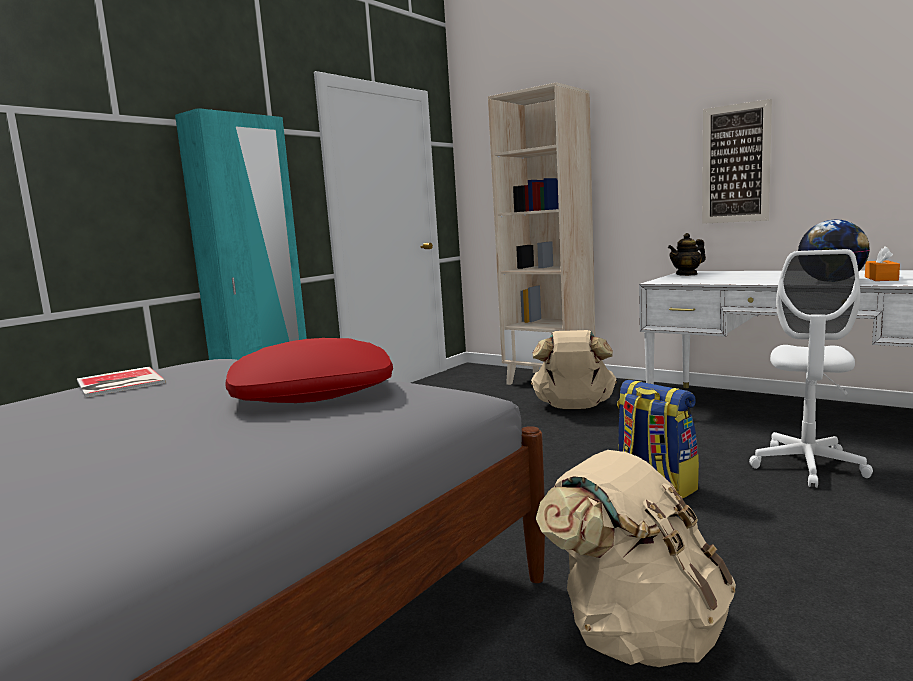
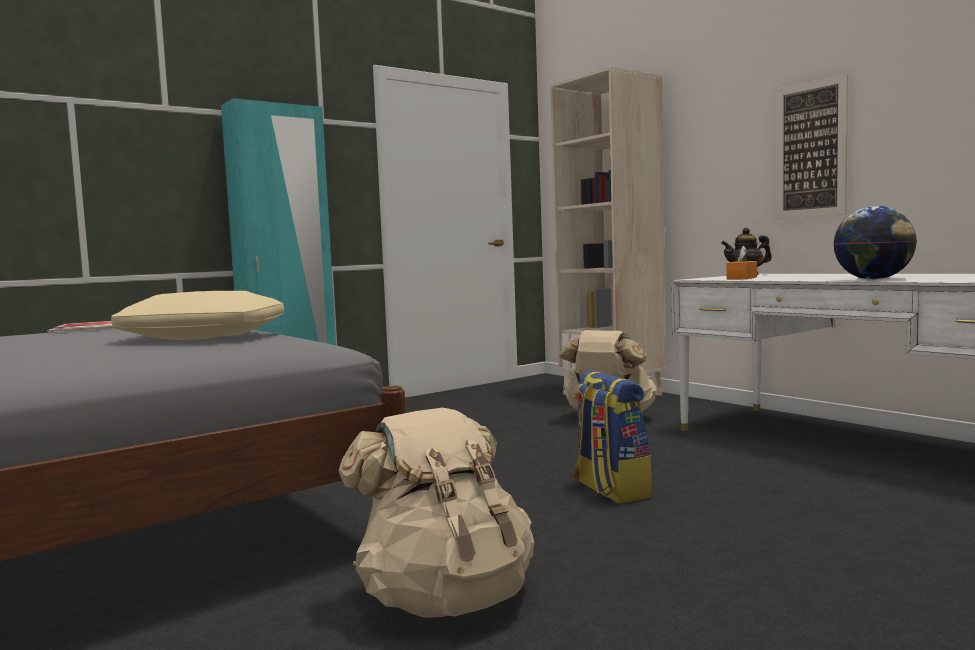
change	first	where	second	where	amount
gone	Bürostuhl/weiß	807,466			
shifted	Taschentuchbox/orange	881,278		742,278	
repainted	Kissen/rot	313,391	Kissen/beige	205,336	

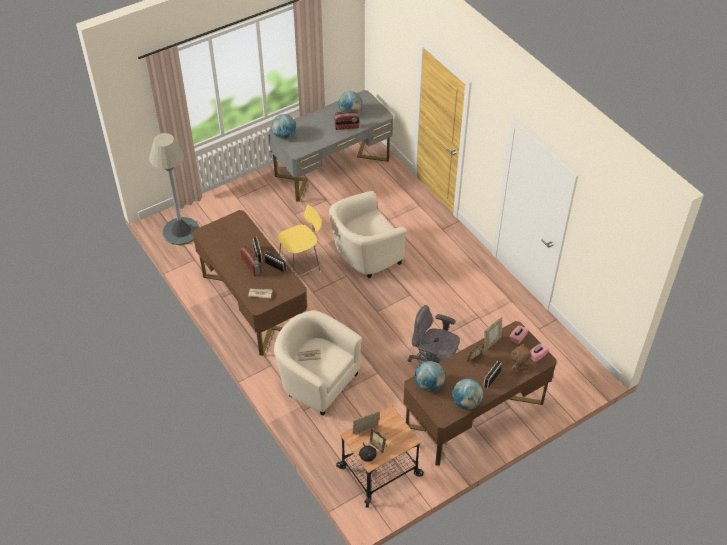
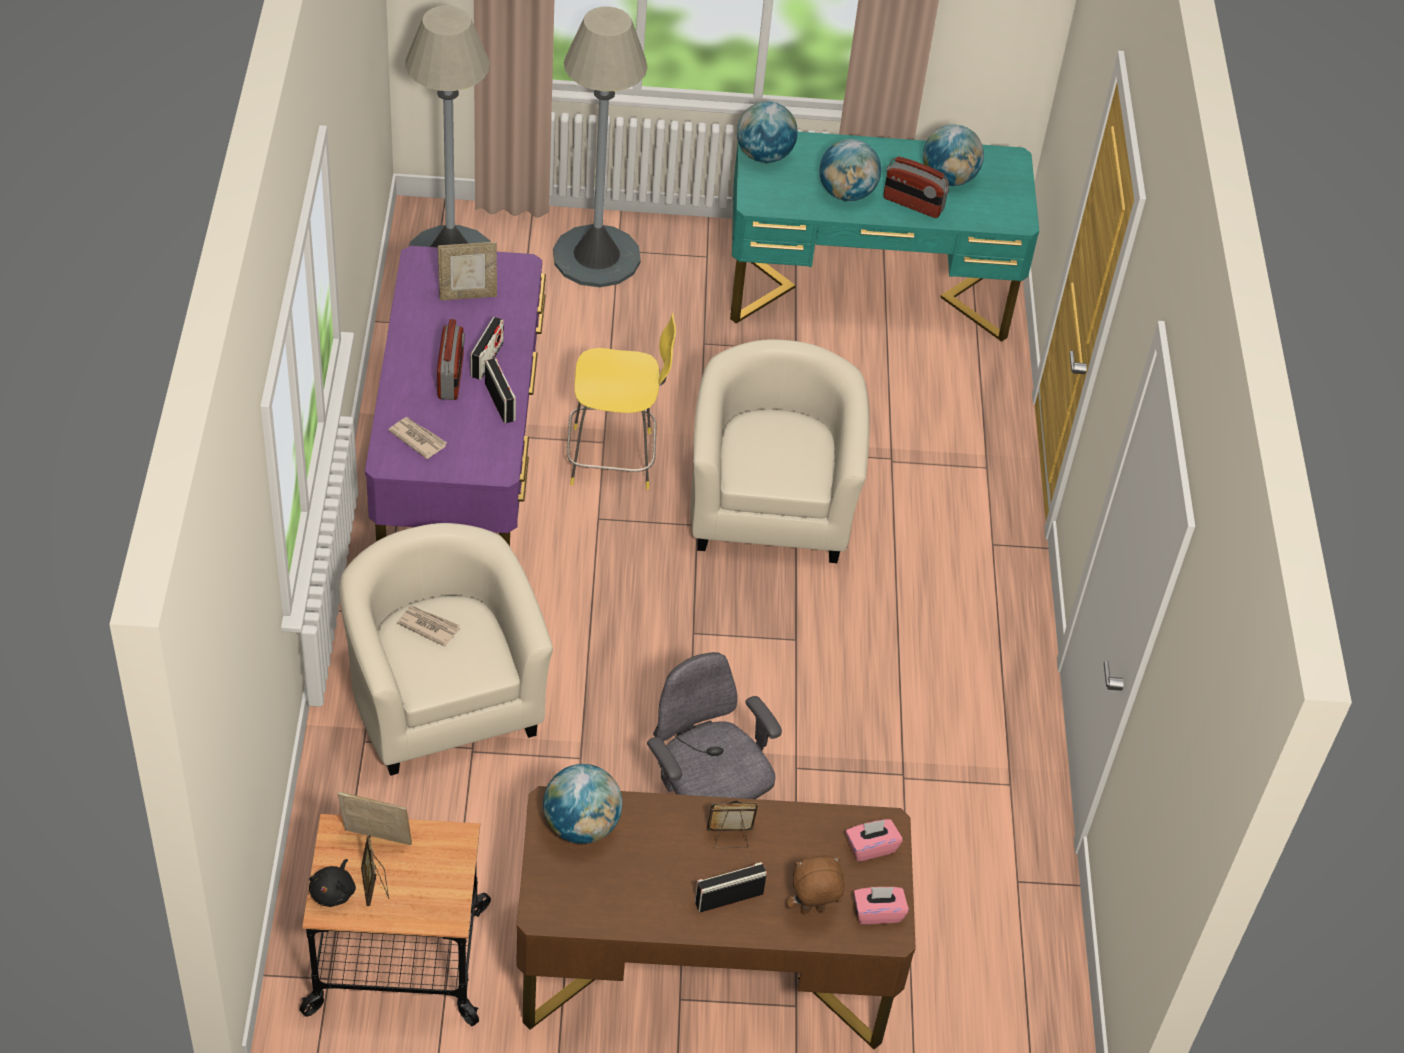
change	first	where	second	where	amount
new			Stehlampe/grau	596,257	
shifted	Globus	466,402		846,193	
shifted	Bilderrahmen	492,342		468,295	
repainted	Schreibtisch/braun	253,304	Schreibtisch/lila	458,474	
repainted	Schreibtisch/grau	332,168	Schreibtisch/türkis	867,293	
rotated	Sessel/beige	364,256		770,506	90 degrees clockwise

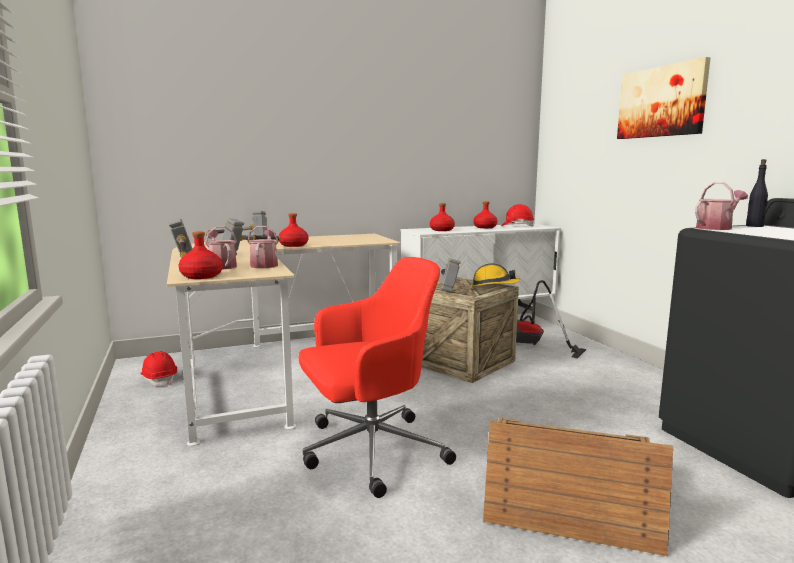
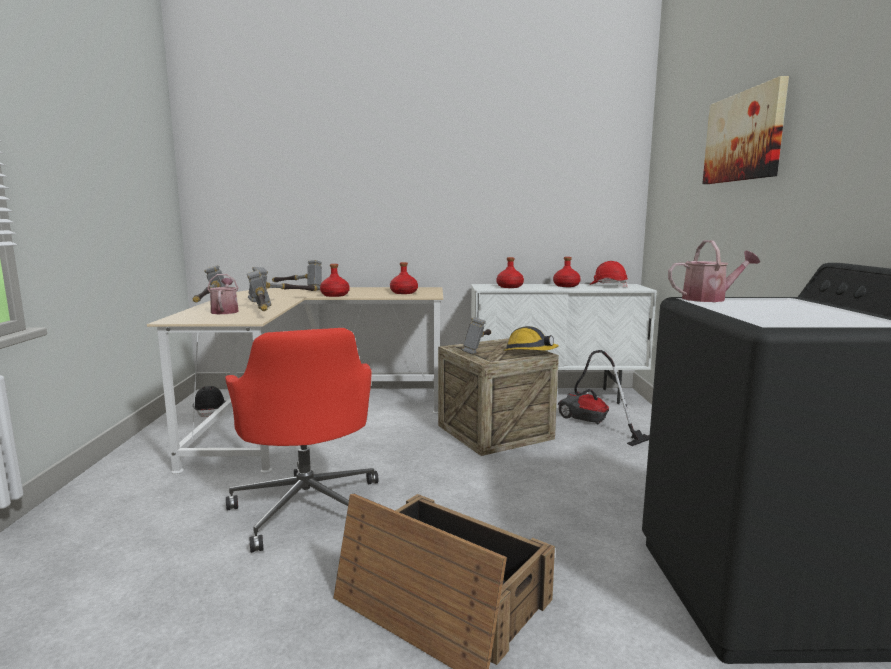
change	first	where	second	where	amount
gone	Flasche/schwarz	754,226			
shifted	Flasche/rot	201,276		404,292	
swapped	Gießkanne	265,265	Hammer	262,312	
repainted	Schutzhelm/rot	159,379	Schutzhelm/schwarz	210,411	
rotated	Bürostuhl/rot	370,451		308,507	75 degrees clockwise

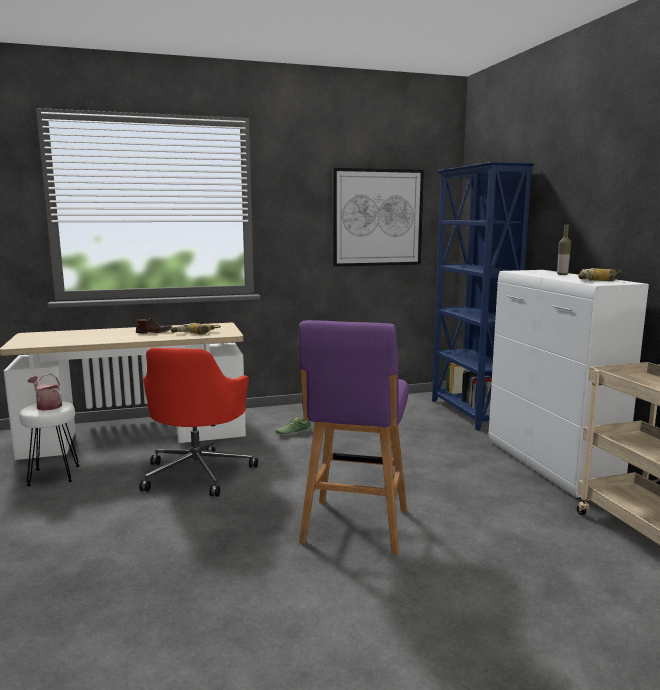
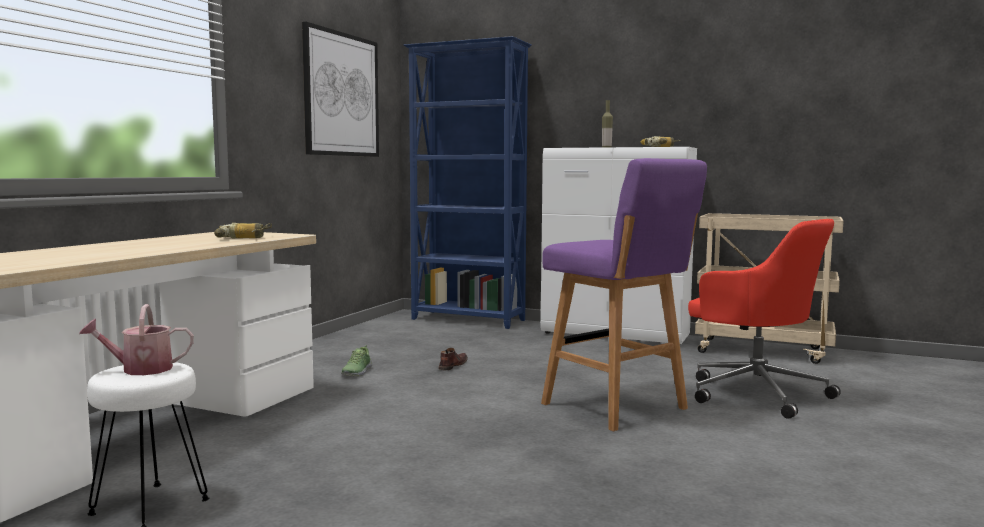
change	first	where	second	where	amount
shifted	Schuh/braun	154,332		452,365	
shifted	Bürostuhl/rot	198,473		754,392	

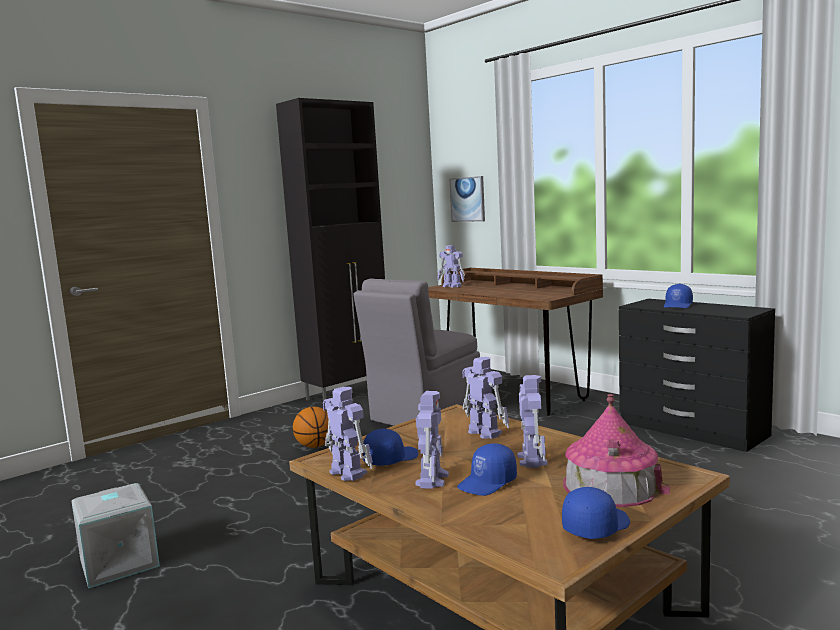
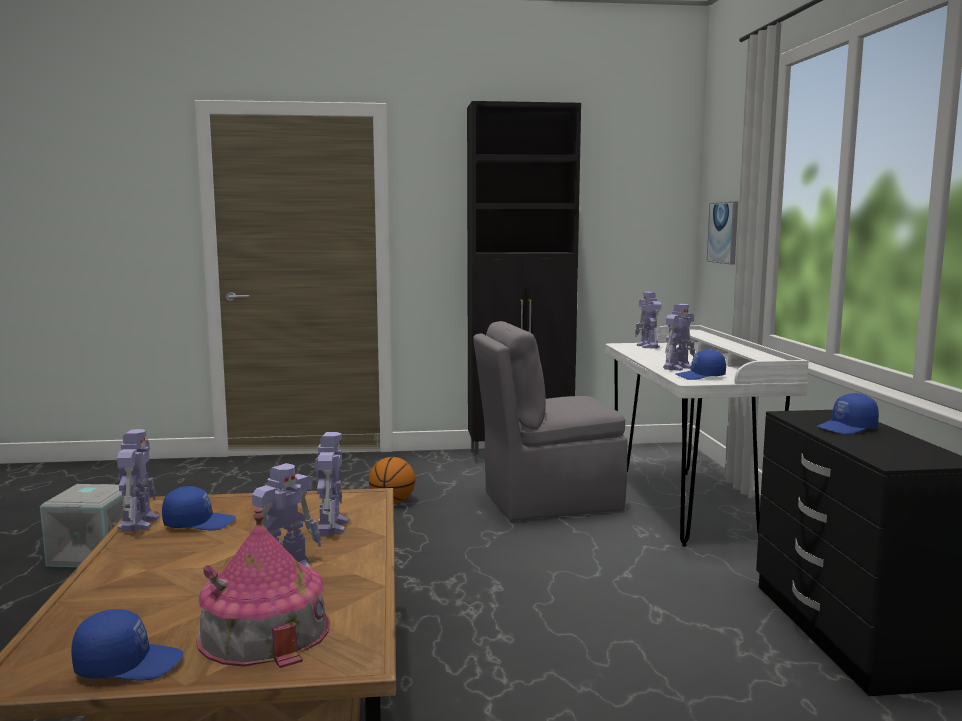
change	first	where	second	where	amount
shifted	Spielzeugroboter	432,479		678,368	
shifted	Kappe/blau	488,483		700,377	
repainted	Schreibtisch/braun	509,394	Schreibtisch/weiß	686,505	

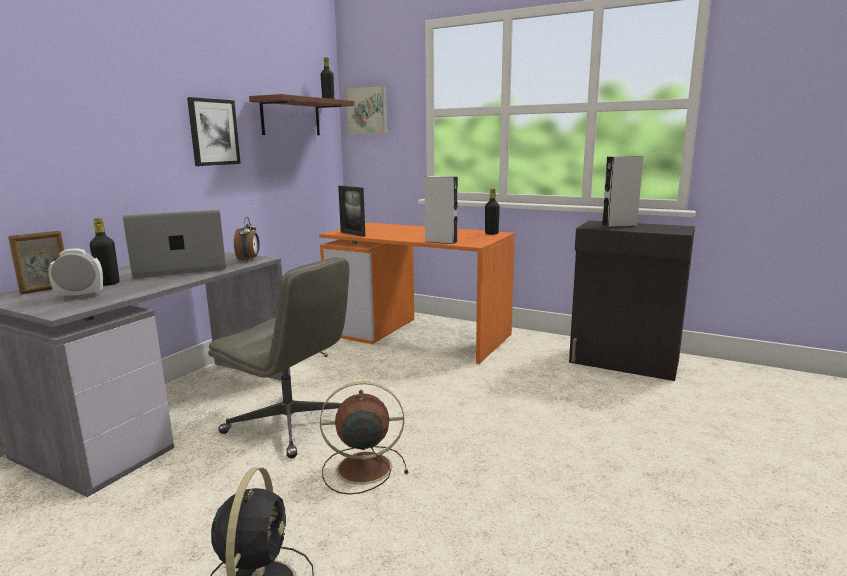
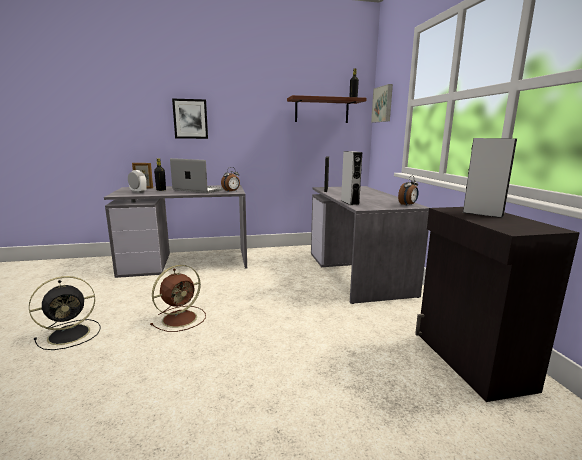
change	first	where	second	where	amount
gone	Bürostuhl/grau	291,424			
shifted	Bild	213,132		190,119	
swapped	Flasche/schwarz	491,233	Wecker	408,205	
repainted	Schreibtisch/orange	419,335	Schreibtisch/grau	358,273	
rotated	Ventilator/braun	361,468		181,318	90 degrees clockwise

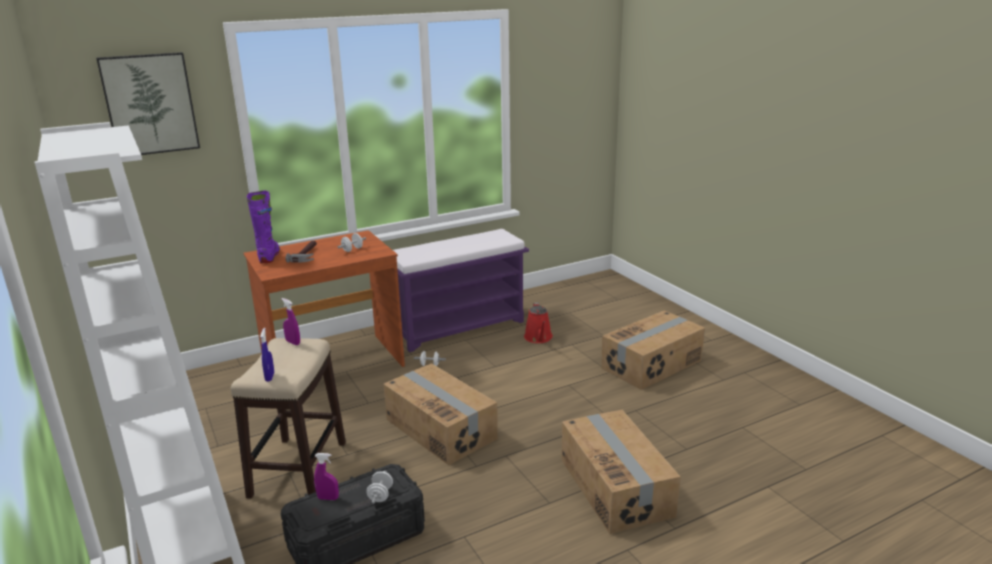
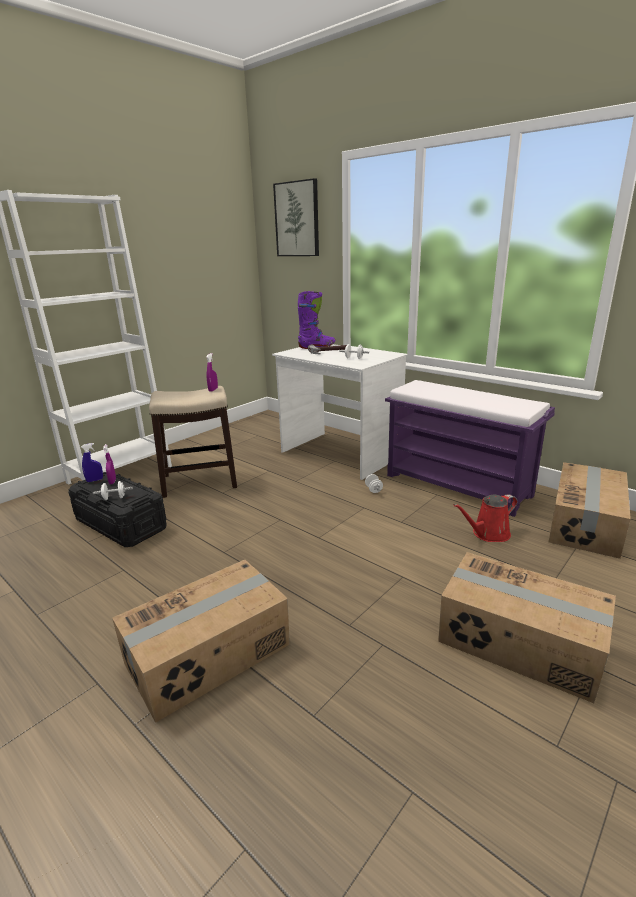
change	first	where	second	where	amount
shifted	Sprühflasche/blau	270,377		95,480	
shifted	Karton	441,428		586,524	
repainted	Schreibtisch/braun	333,365	Schreibtisch/weiß	339,454	

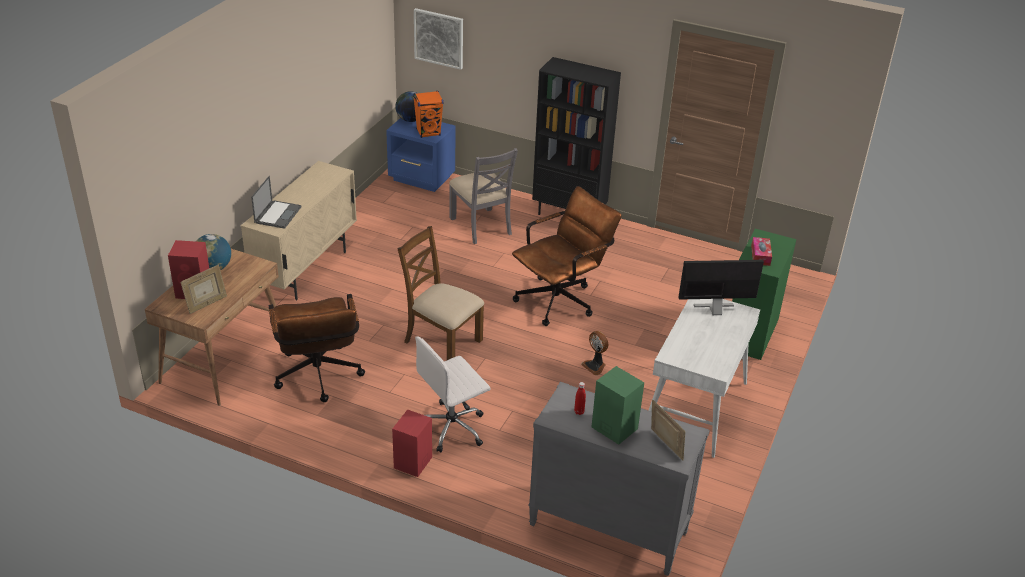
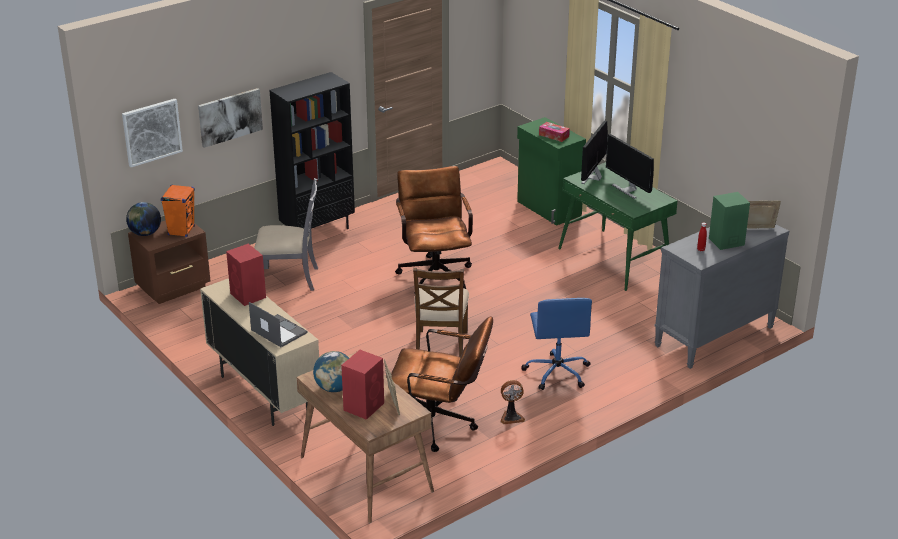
change	first	where	second	where	amount
new			Bild	230,117	
new			Monitor	628,190	
shifted	Lautsprecher/rot	412,463		248,296	
shifted	Ventilator	595,366		511,417	
repainted	Nachttisch/blau	422,179	Nachttisch/braun	174,287	
repainted	Bürostuhl/weiß	453,427	Bürostuhl/blau	557,372	
repainted	Schreibtisch/weiß	695,409	Schreibtisch/grün	614,260	
rotated	Stuhl/braun	442,341		440,346	60 degrees counterclockwise

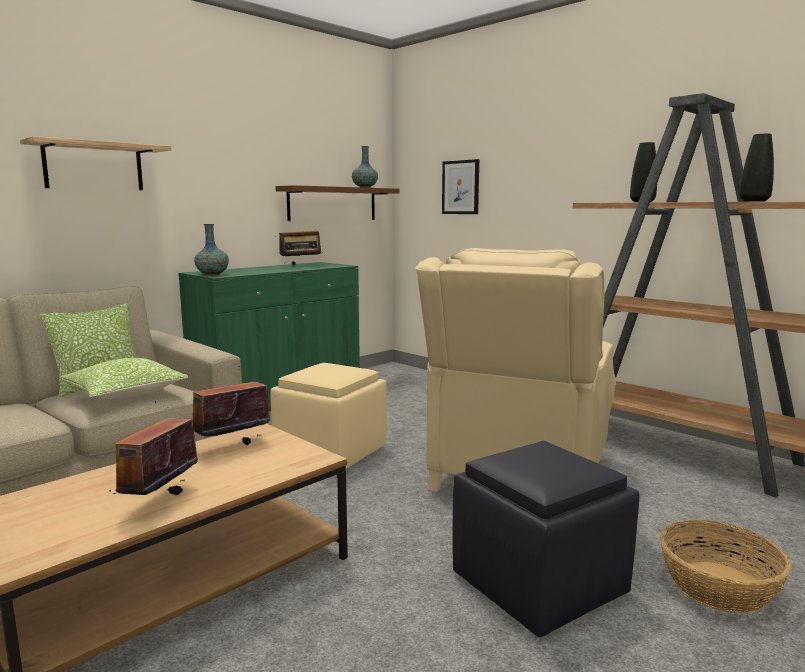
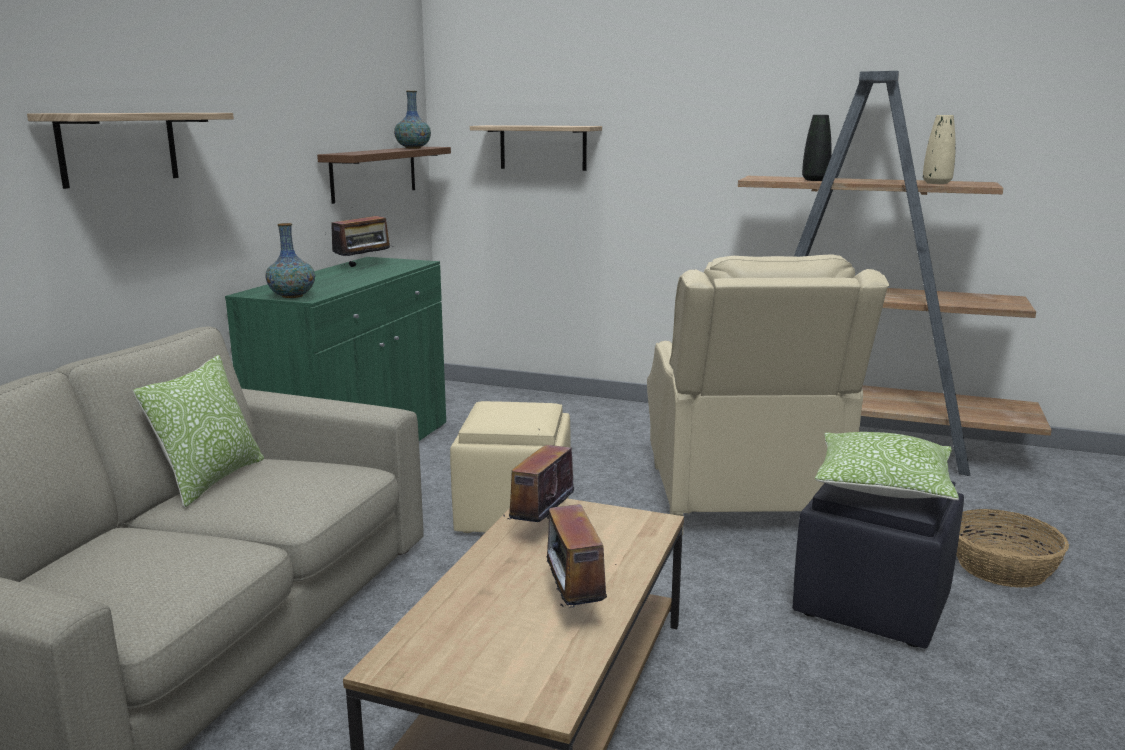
change	first	where	second	where	amount
shifted	Kissen	125,393		883,485	
swapped	Bild	460,187	Wandregal	543,147	
repainted	Vase/schwarz	754,201	Vase/beige	936,183	

